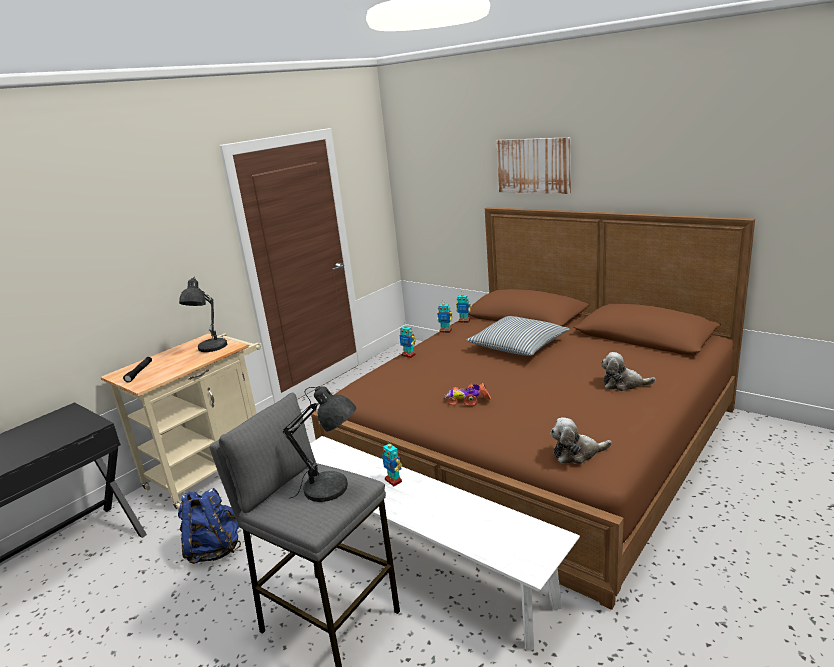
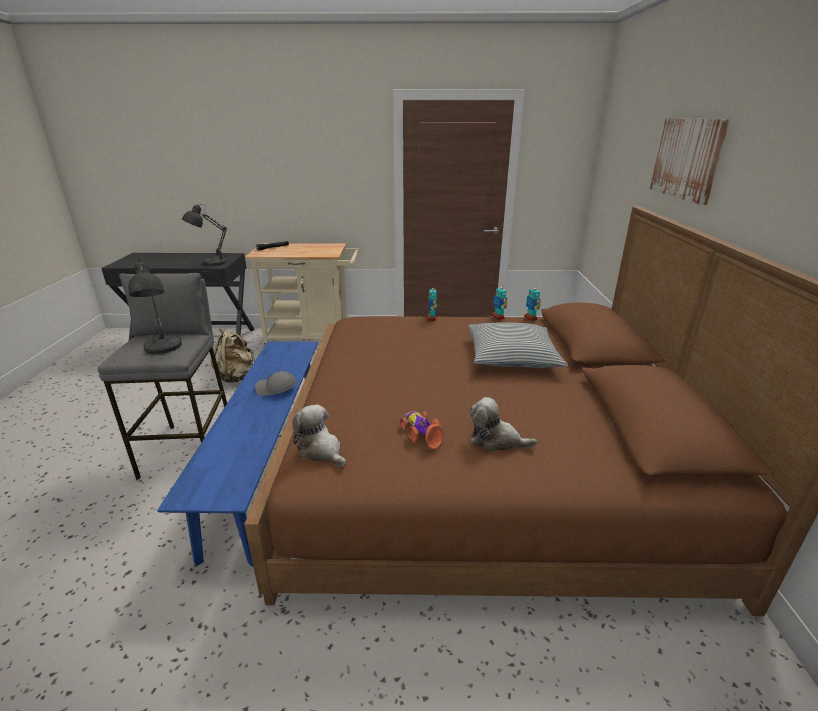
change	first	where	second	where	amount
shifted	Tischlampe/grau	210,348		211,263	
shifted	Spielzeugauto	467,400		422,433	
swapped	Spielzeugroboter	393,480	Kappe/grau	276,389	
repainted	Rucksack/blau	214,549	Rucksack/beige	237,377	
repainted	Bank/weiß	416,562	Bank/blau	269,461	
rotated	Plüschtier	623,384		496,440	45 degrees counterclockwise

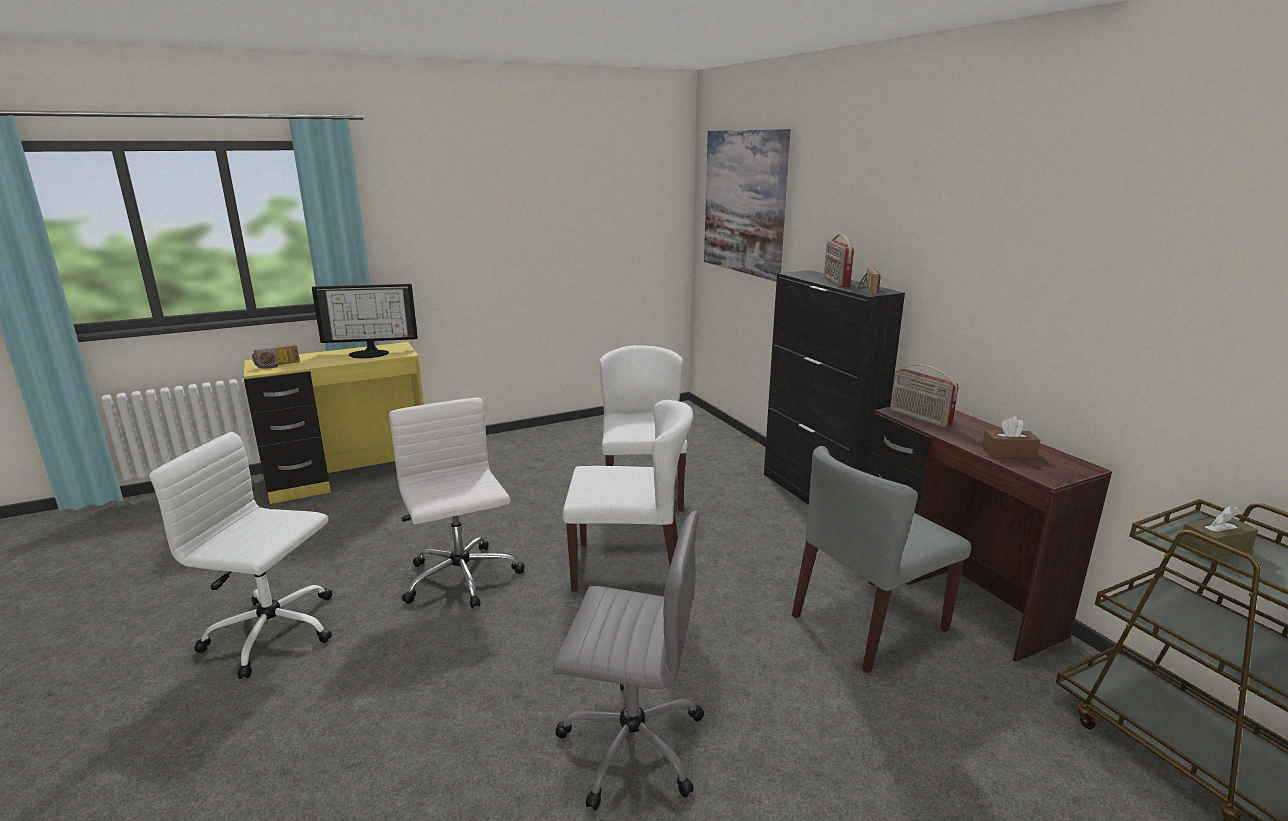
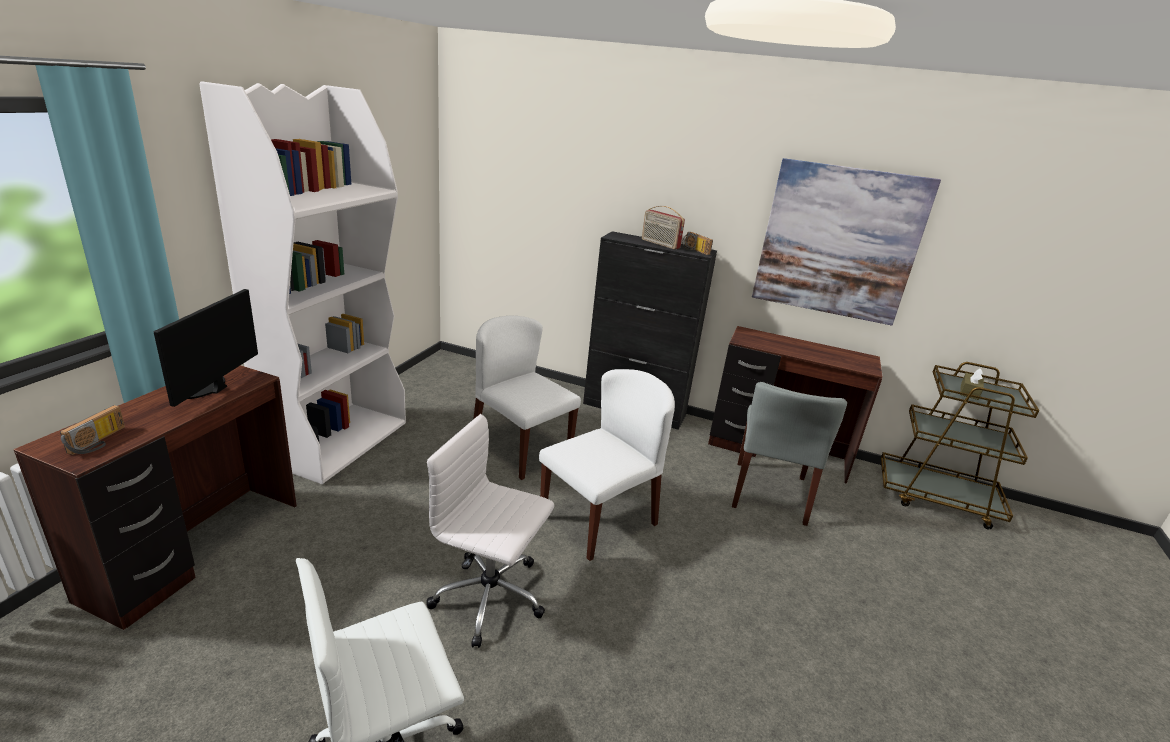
change	first	where	second	where	amount
gone	Bürostuhl/grau	630,743			
gone	Radio	919,418			
gone	Taschentuchbox/braun	1008,452			
new			Bücherregal/weiß	338,441	
shifted	Bild	744,202		838,242	
repainted	Schreibtisch/gelb	352,478	Schreibtisch/braun	198,549	
rotated	Monitor	370,353		207,388	150 degrees clockwise

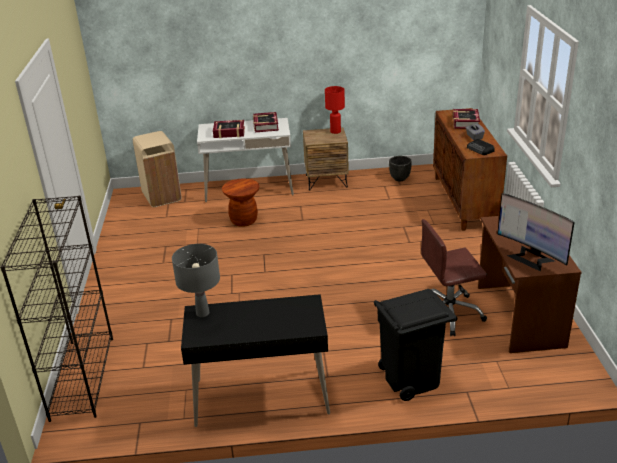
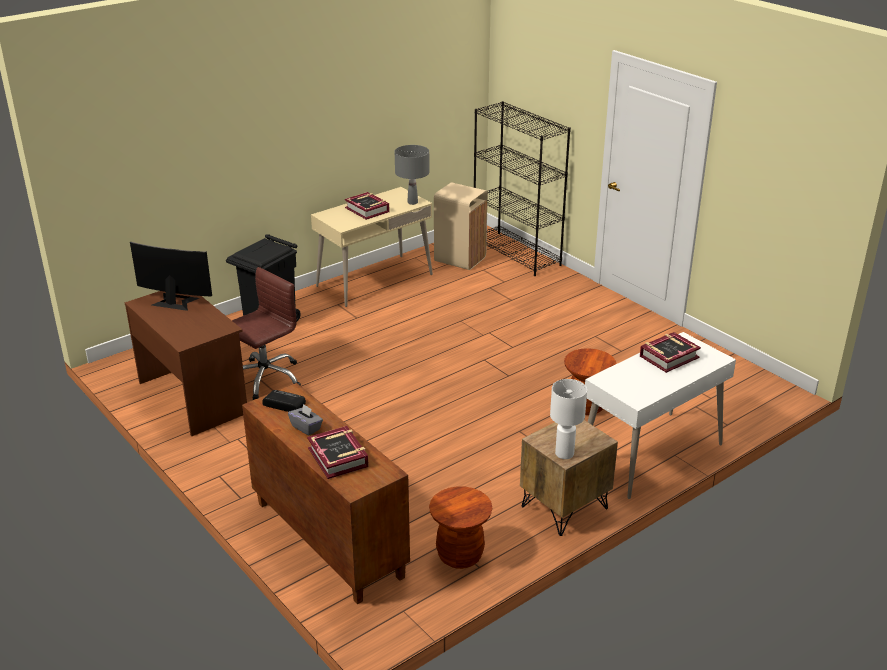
change	first	where	second	where	amount
shifted	Mülleimer/beige	162,196		460,259	
shifted	Buch	265,125		367,210	
swapped	Pflanzkübel/schwarz	400,178	Hocker/braun	460,555	
repainted	Schreibtisch/schwarz	261,397	Schreibtisch/beige	374,280	
repainted	Tischlampe/rot	335,132	Tischlampe/weiß	564,453	

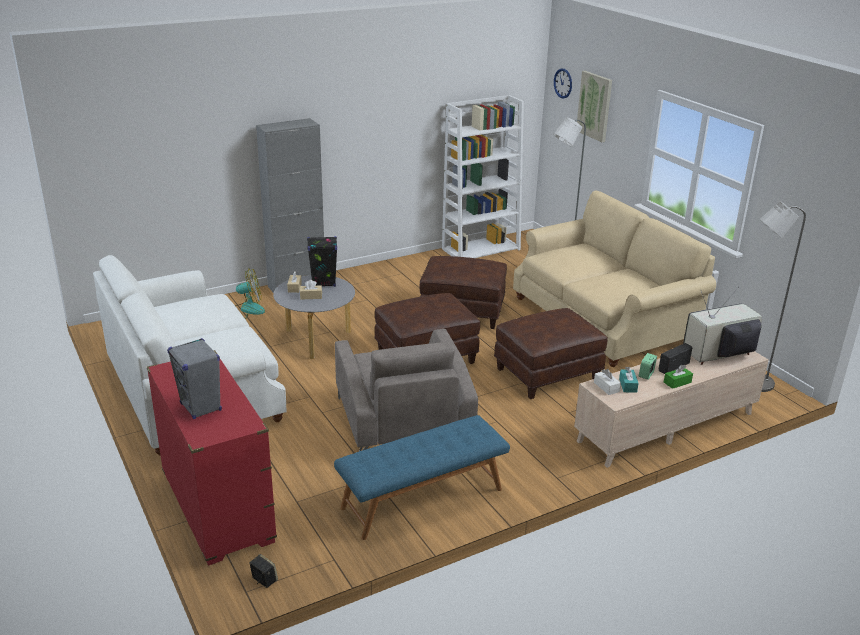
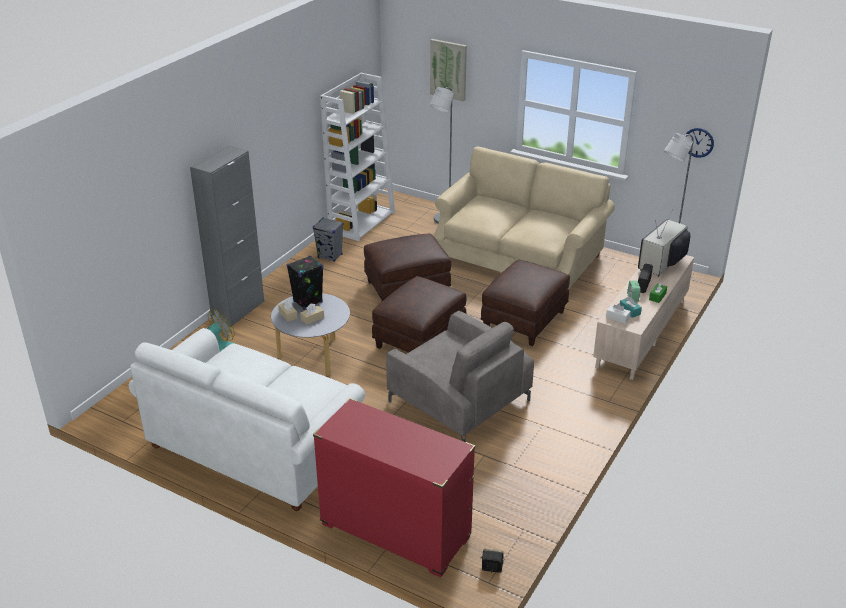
change	first	where	second	where	amount
gone	Bank/blau	422,499			
shifted	Lautsprecher/grau	201,407		330,256	
shifted	Wanduhr	563,83		698,142	

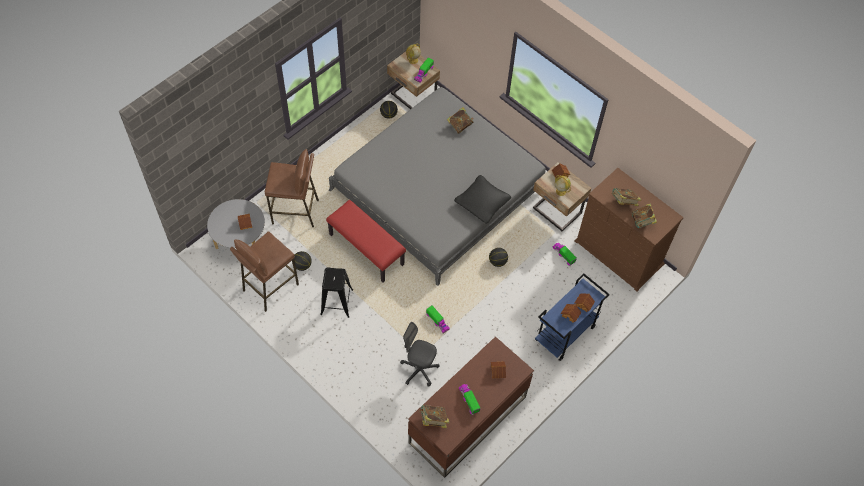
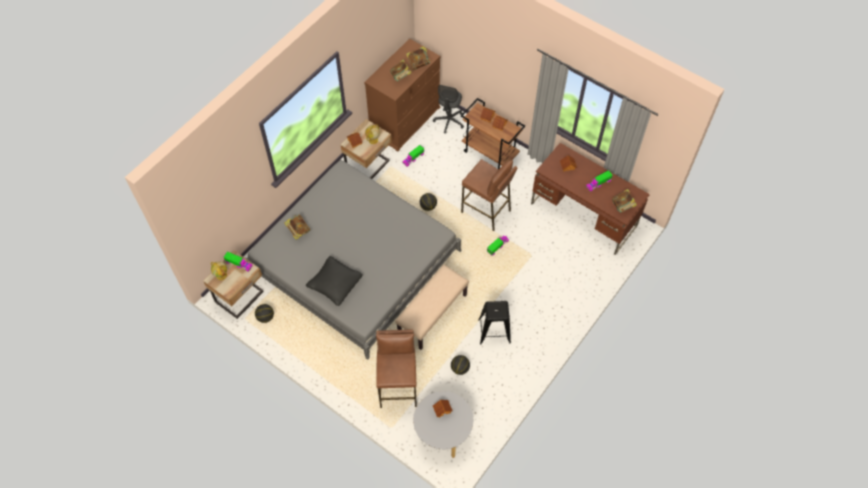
change	first	where	second	where	amount
shifted	Hocker/braun	270,287		486,211	
shifted	Bürostuhl/grau	419,370		449,121	
shifted	Kissen/schwarz	482,203		335,284	
repainted	Bank/rot	367,249	Bank/beige	432,314	
repainted	Rollwagen/blau	565,334	Rollwagen/braun	490,153	

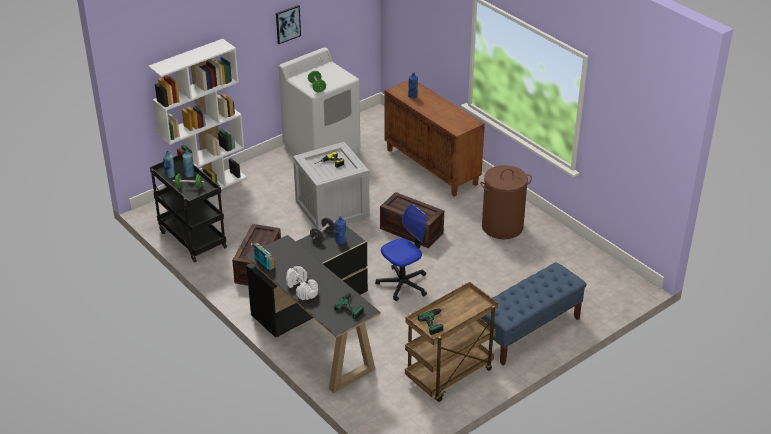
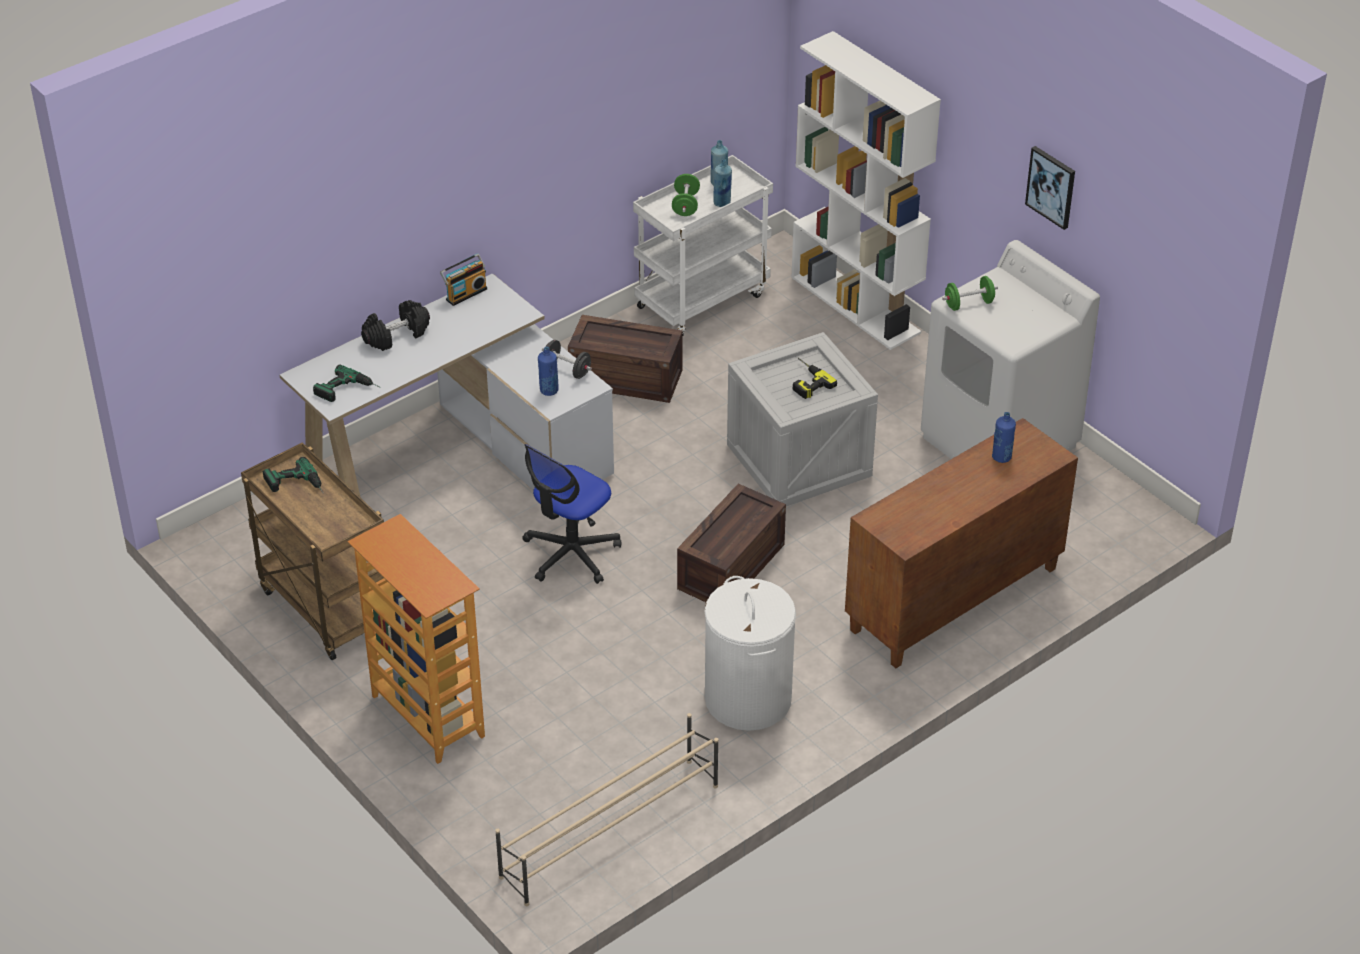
change	first	where	second	where	amount
new			Schuhregal/beige	608,831	
swapped	Bank/blau	527,331	Bücherregal	426,716	
repainted	Rollwagen/schwarz	191,239	Rollwagen/weiß	702,299	
repainted	Schreibtisch/schwarz	318,328	Schreibtisch/weiß	460,452	
repainted	Hantel/weiß	301,289	Hantel/schwarz	396,335	
repainted	Wäschekorb/braun	502,227	Wäschekorb/weiß	747,699	
rotated	Bürostuhl	403,284		571,553	75 degrees clockwise

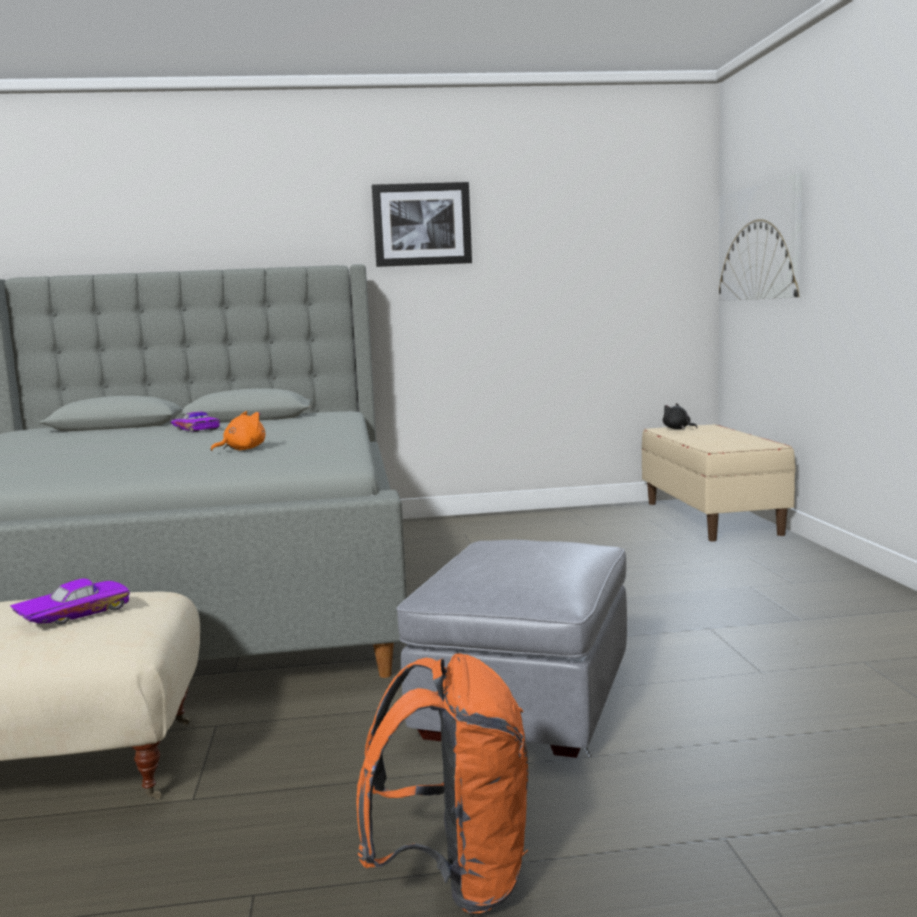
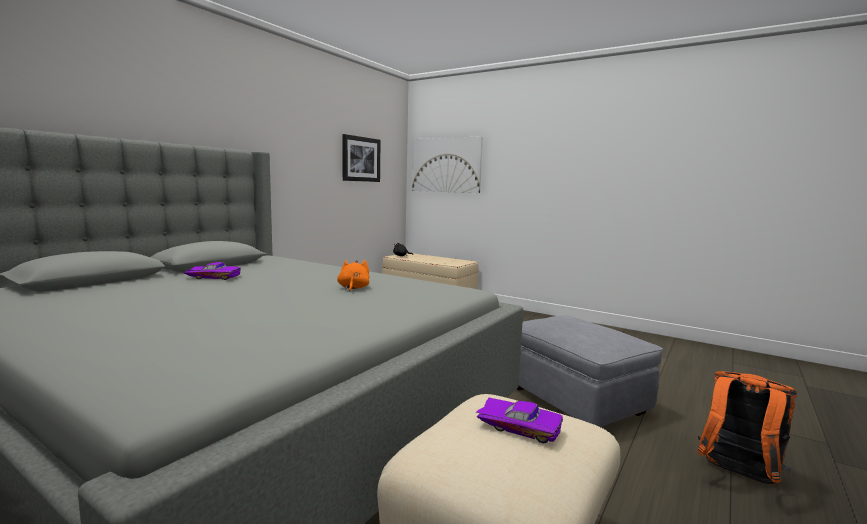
change	first	where	second	where	amount
shifted	Bild	422,224		361,159	
rotated	Spielzeugauto/lila	72,613		519,426	120 degrees clockwise

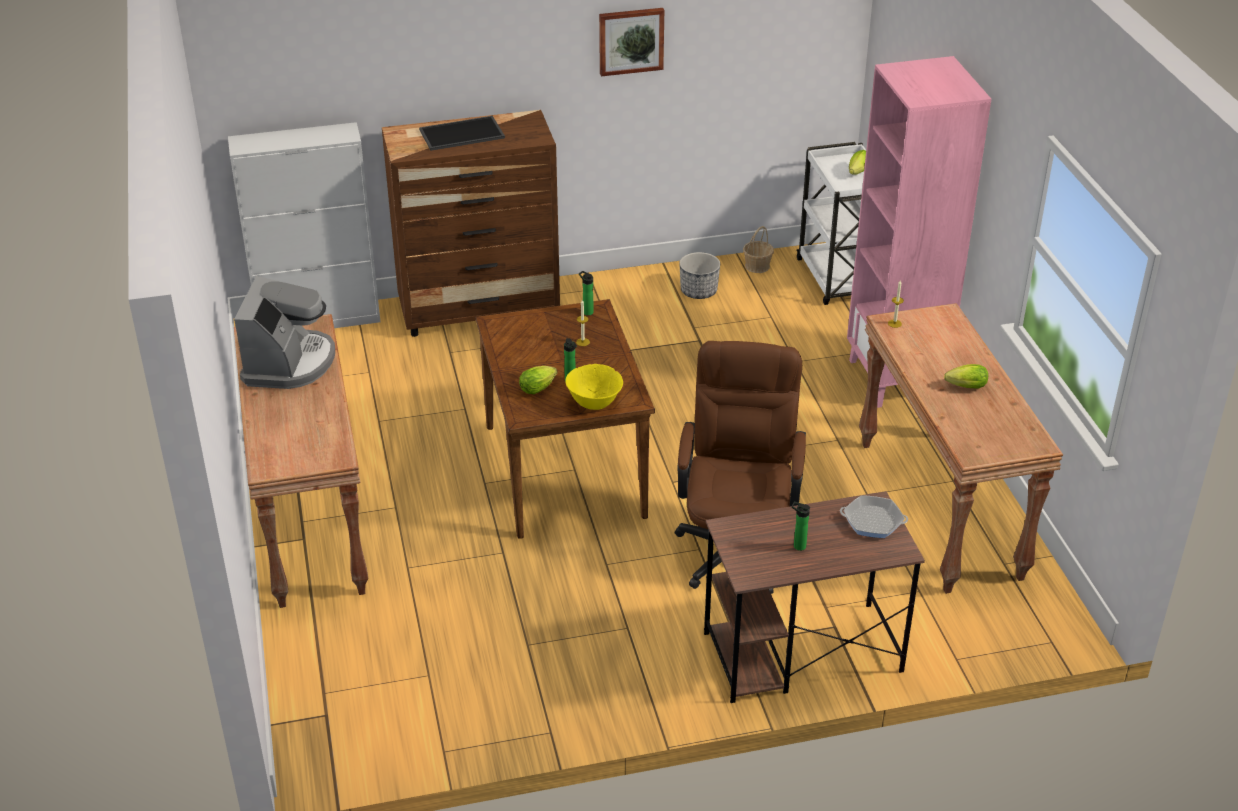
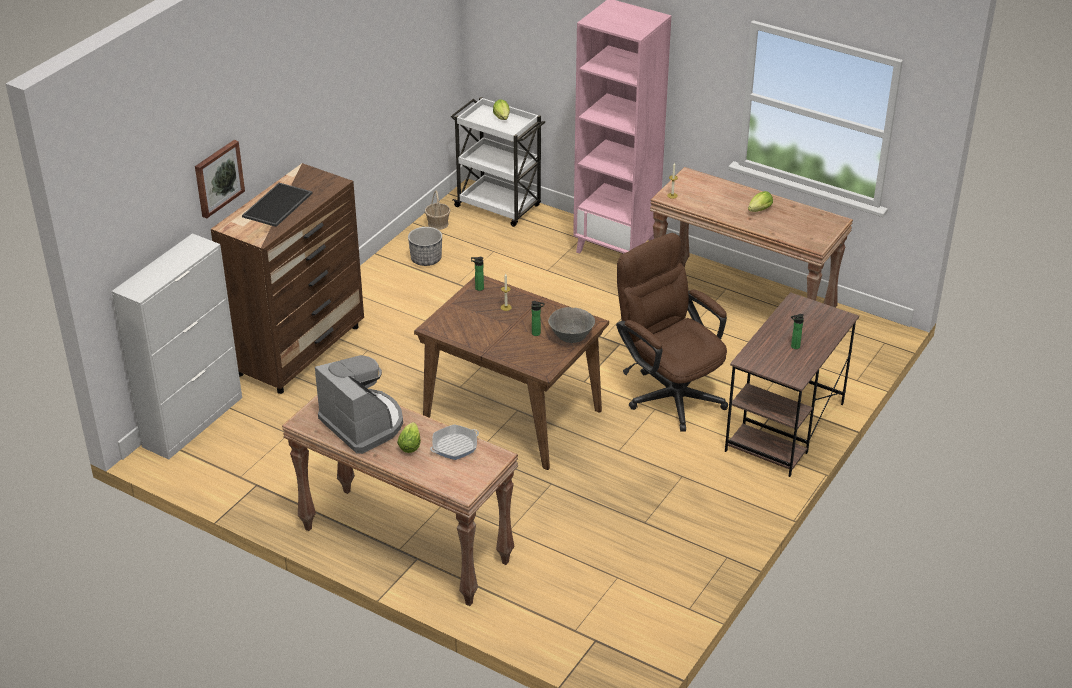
change	first	where	second	where	amount
shifted	Salatkopf	539,388		410,444	
shifted	Bild	631,40		218,178	
shifted	Pfanne	873,521		454,446	
repainted	Schüssel/gelb	594,403	Schüssel/grau	571,338	

